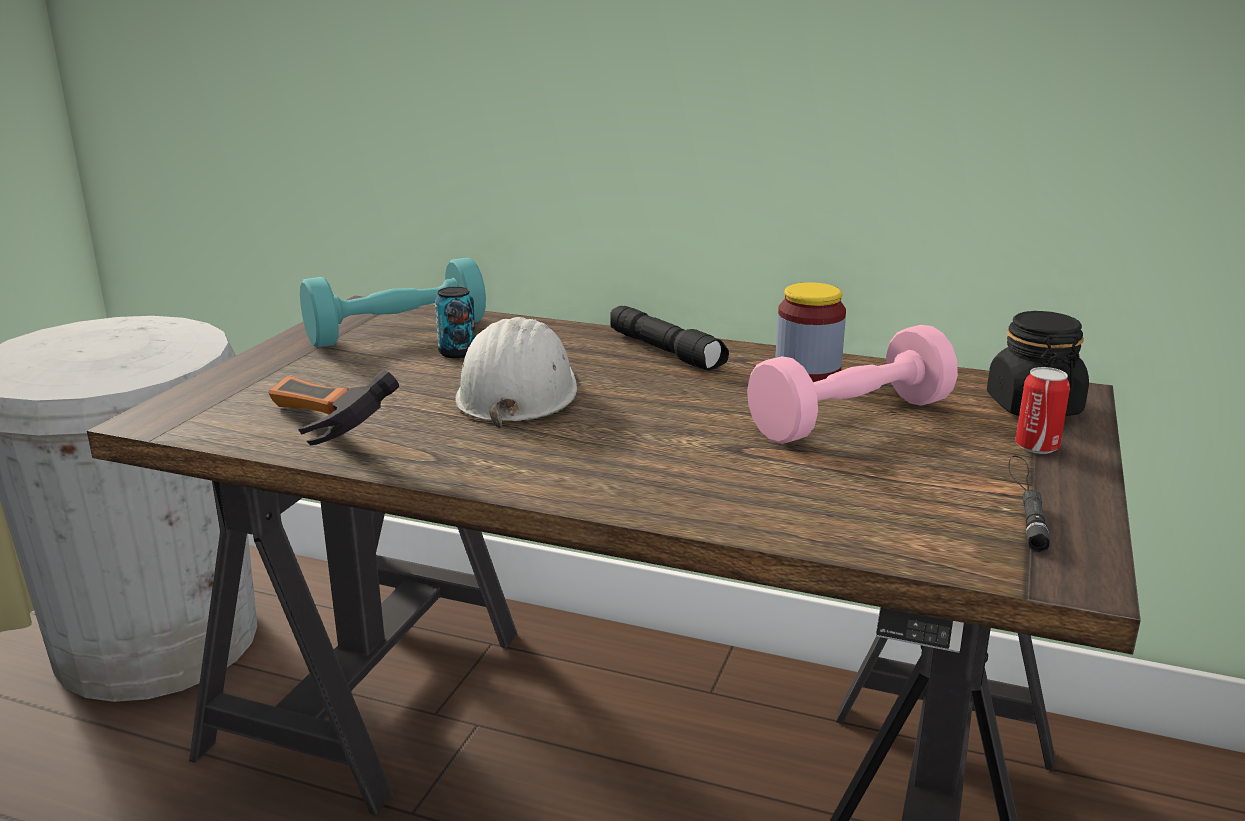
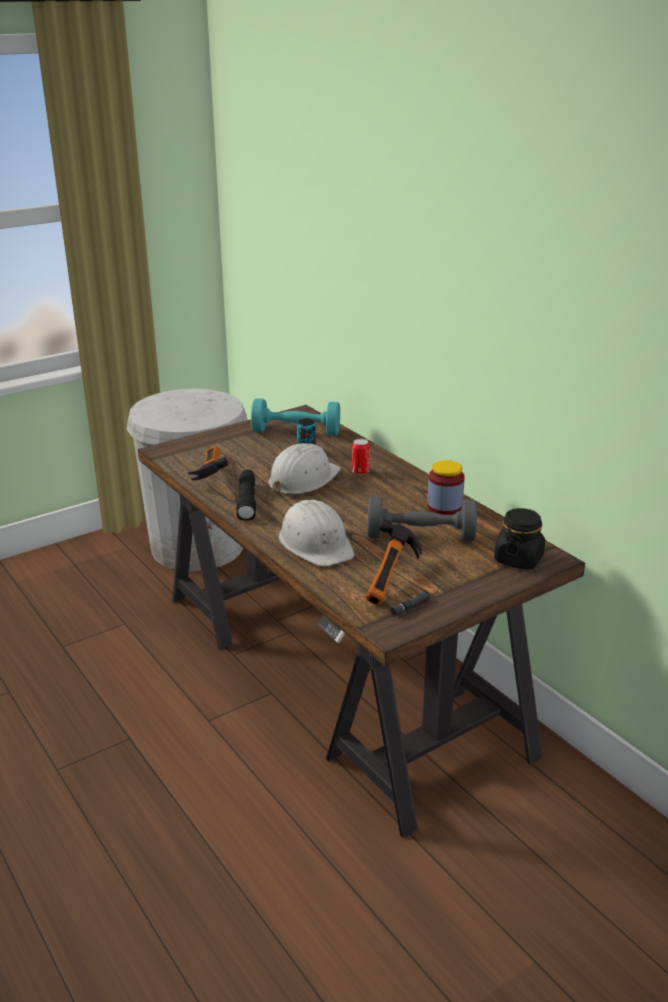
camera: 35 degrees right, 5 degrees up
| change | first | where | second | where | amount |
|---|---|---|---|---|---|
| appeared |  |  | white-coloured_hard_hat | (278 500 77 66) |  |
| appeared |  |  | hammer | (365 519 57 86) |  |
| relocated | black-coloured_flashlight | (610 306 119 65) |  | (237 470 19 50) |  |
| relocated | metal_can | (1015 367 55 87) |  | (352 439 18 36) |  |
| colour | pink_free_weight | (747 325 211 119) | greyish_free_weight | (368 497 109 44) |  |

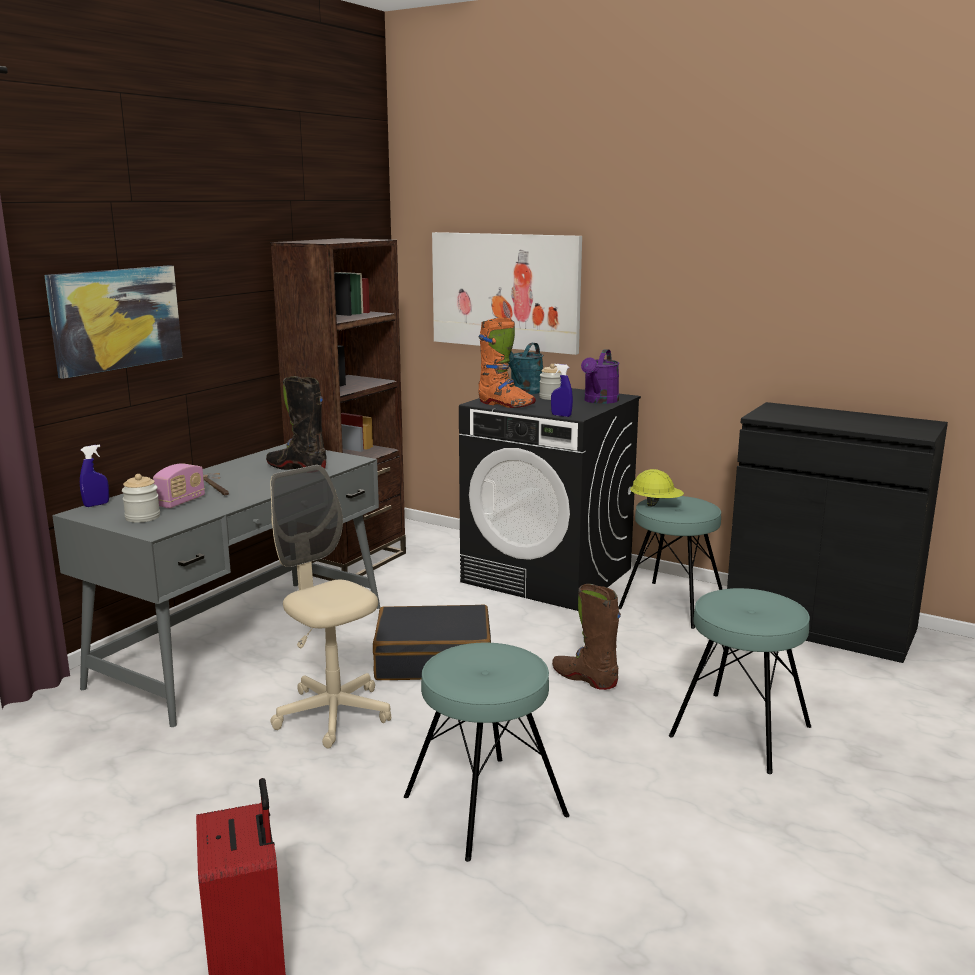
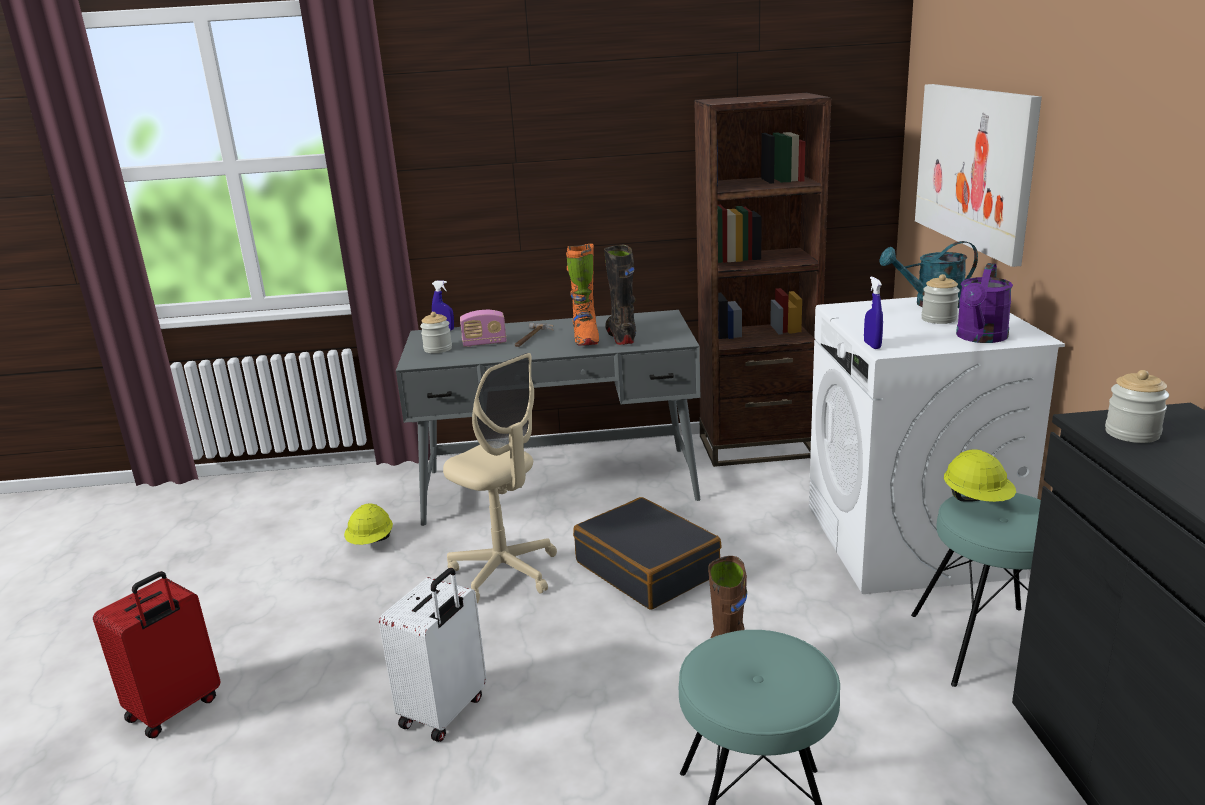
camera: 55 degrees right, 5 degrees up
| change | first | where | second | where | amount |
|---|---|---|---|---|---|
| missing | picture | (44 265 139 114) |  |  |  |
| appeared |  |  | yellow_hard_hat | (344 504 49 41) |  |
| appeared |  |  | preserve_jar | (1105 370 64 73) |  |
| relocated | orangey_tall_boot | (478 318 58 90) |  | (566 243 33 103) |  |
| exchanged | blue-green_stool_seat | (404 643 165 219) | white-coloured_travel_case | (379 568 108 174) |  |
| colour | black-coloured_washing_machine | (459 388 182 223) | white-coloured_washing_machine | (809 297 256 297) |  |
| spun | beige_office_chair | (270 465 121 284) |  | (443 353 114 250) | 120 degrees clockwise |
| spun | purplish_watering_can | (581 349 39 55) |  | (956 263 57 80) | 45 degrees counterclockwise |

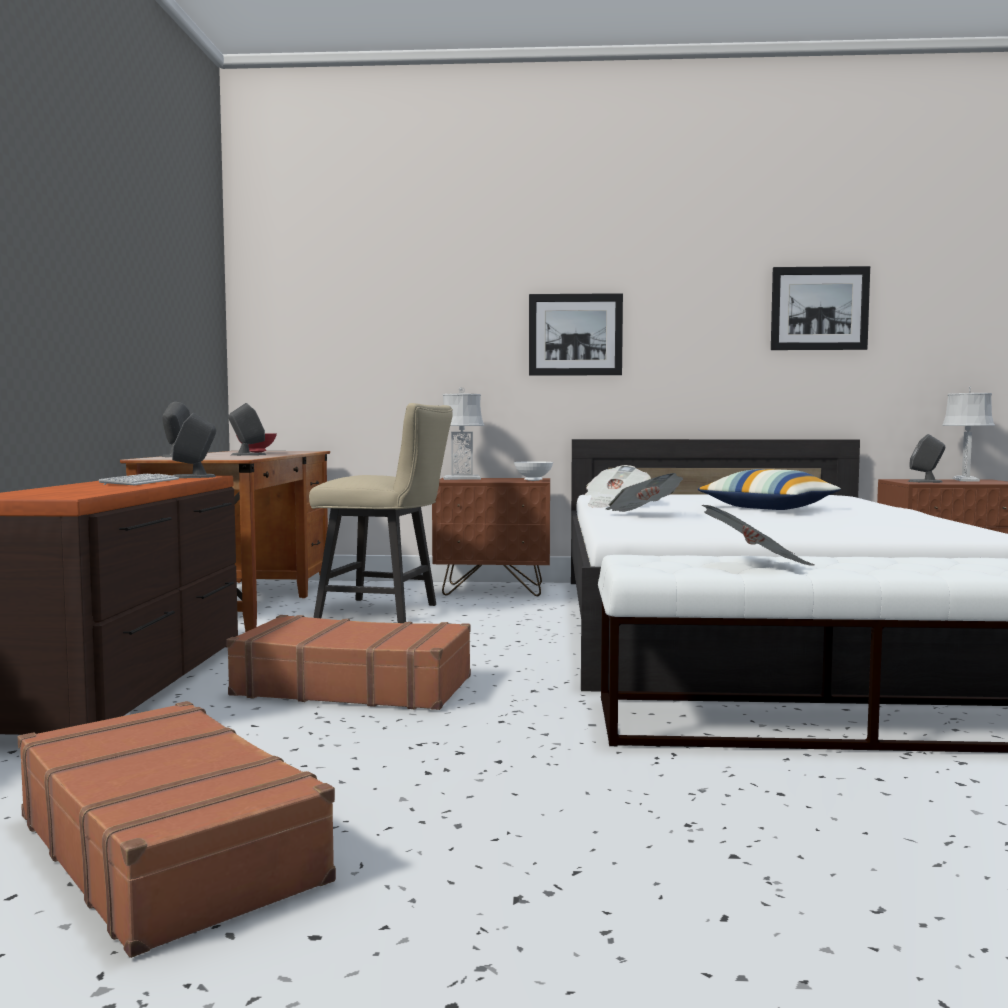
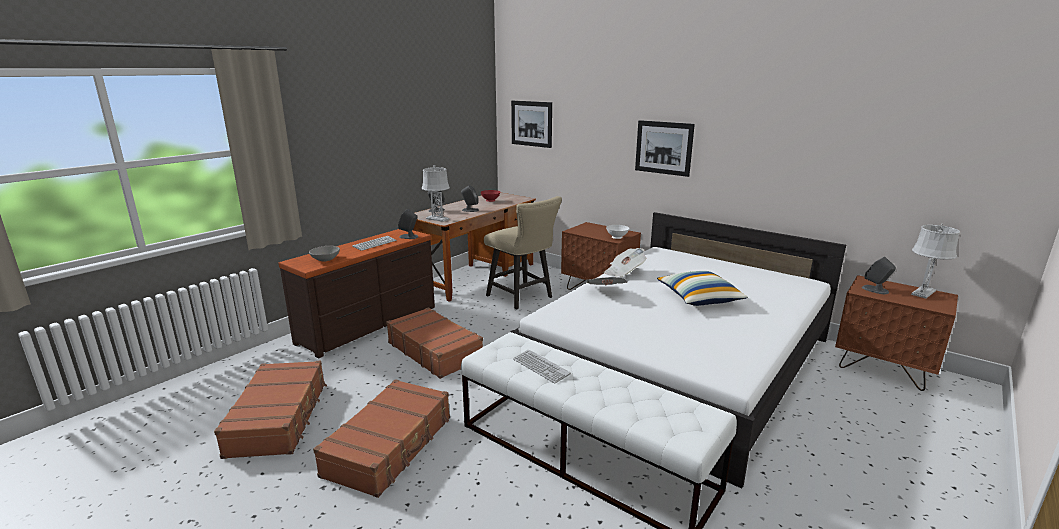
camera: 35 degrees right, 15 degrees up
| change | first | where | second | where | amount |
|---|---|---|---|---|---|
| appeared |  |  | greyish_serving_bowl | (309 246 31 15) |  |
| appeared |  |  | brown_travel_case | (313 379 137 119) |  |
| relocated | greyish_table_lamp | (443 388 42 92) |  | (422 165 28 57) |  |
| relocated | picture | (771 266 99 84) |  | (511 101 41 47) |  |
| exchanged | printed_paper | (701 505 114 61) | keyboard | (513 350 58 33) |  |

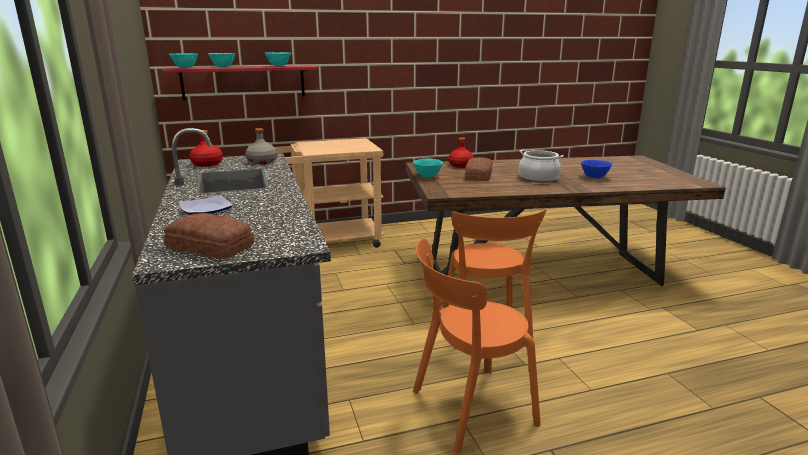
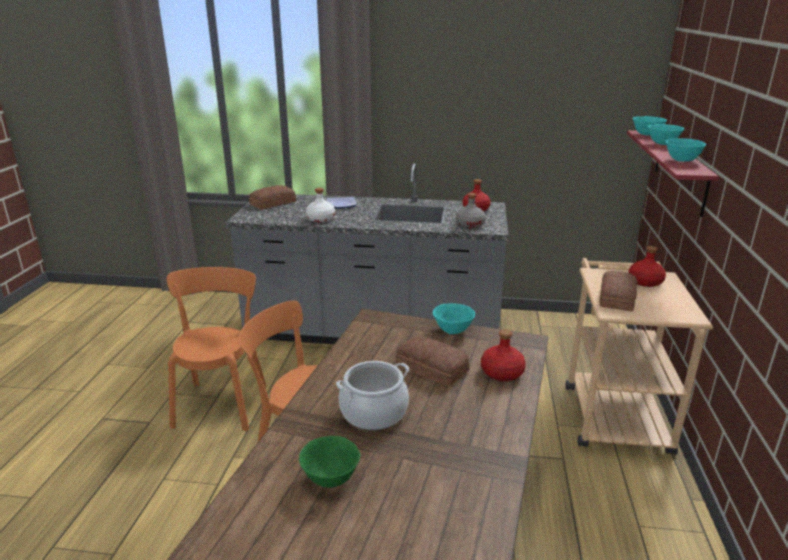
camera: 115 degrees right, 5 degrees up
| change | first | where | second | where | amount |
|---|---|---|---|---|---|
| appeared |  |  | white-coloured_beverage_bottle | (306 188 29 34) |  |
| appeared |  |  | baked_bread | (599 271 38 40) |  |
| appeared |  |  | reddish_beverage_bottle | (628 246 38 41) |  |
| colour | blue-coloured_serving_bowl | (581 160 31 18) | green_serving_bowl | (299 436 61 52) |  |

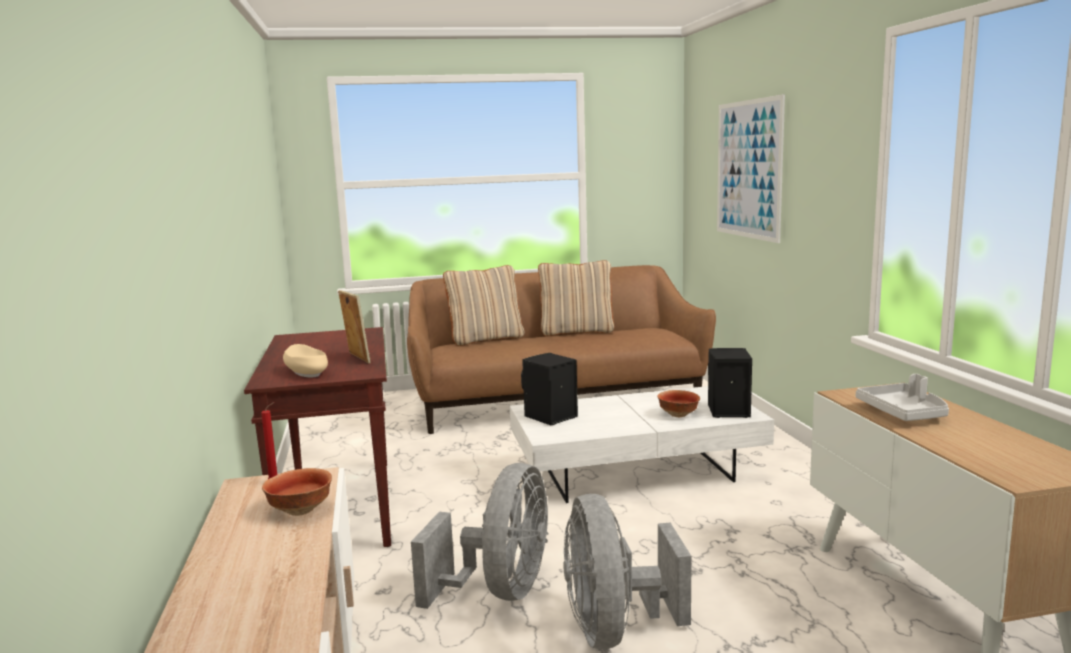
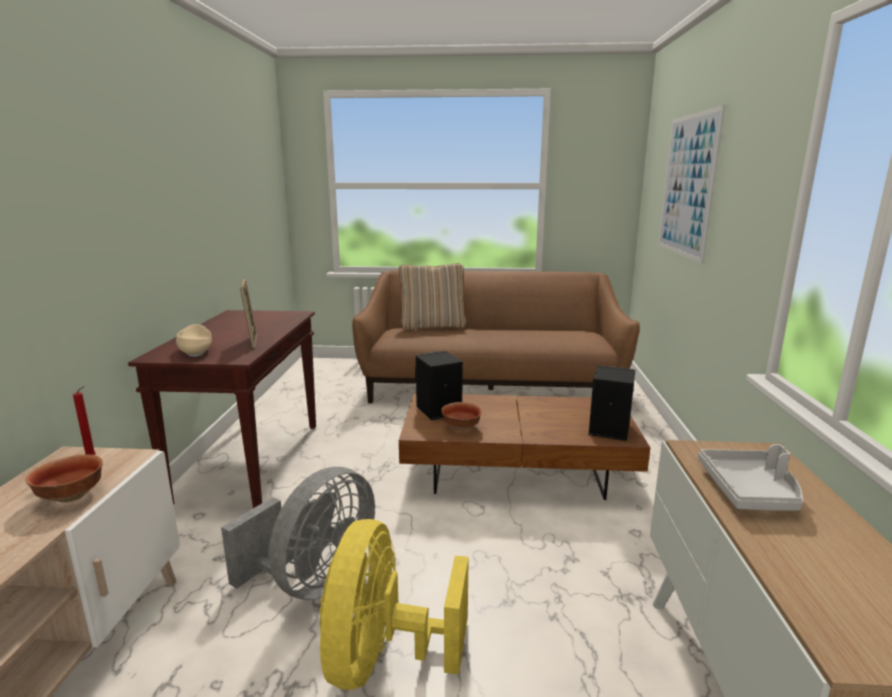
camera: 15 degrees right, 5 degrees up
| change | first | where | second | where | amount |
|---|---|---|---|---|---|
| missing | beige_throw_pillow | (538 260 76 76) |  |  |  |
| relocated | serving_bowl | (657 390 43 27) |  | (441 402 41 29) |  |
| colour | white-coloured_coffee_table | (510 386 264 117) | brown_coffee_table | (399 393 251 107) |  |
| colour | greyish_fan | (563 494 129 155) | yellow_fan | (319 519 150 171) |  |

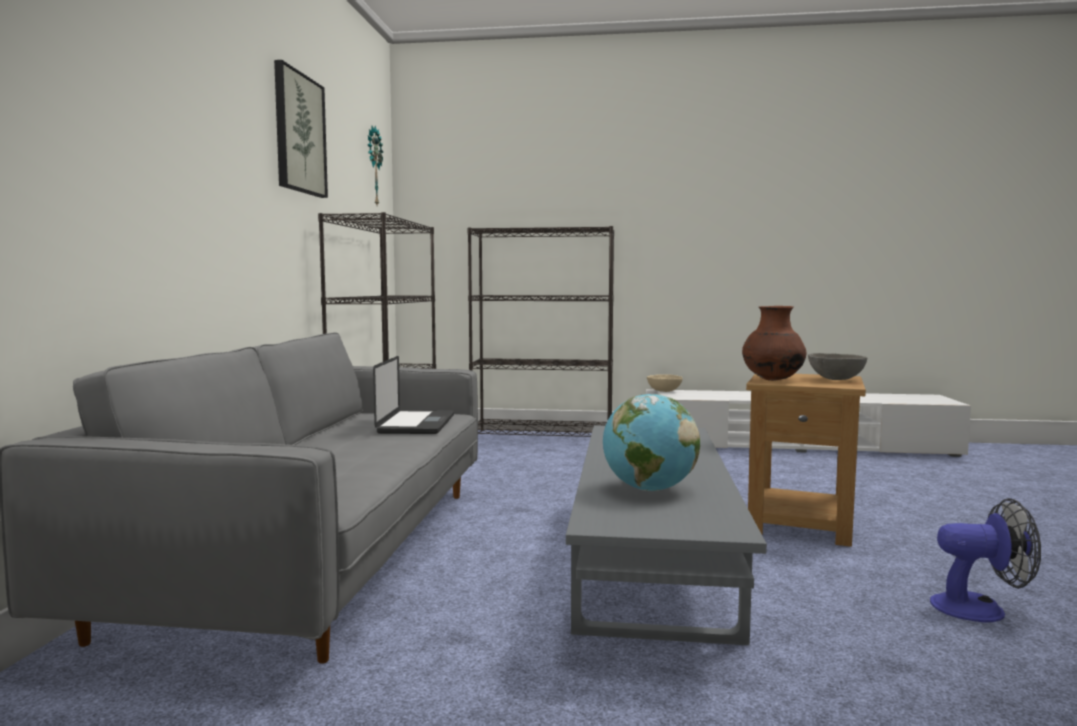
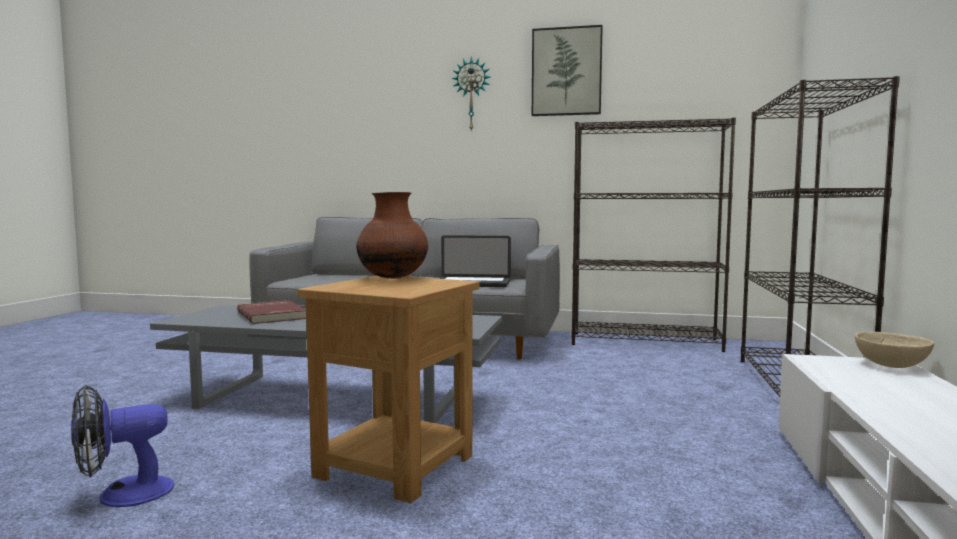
camera: 95 degrees right, 0 degrees up
| change | first | where | second | where | amount |
|---|---|---|---|---|---|
| missing | greyish_serving_bowl | (808 353 59 27) |  |  |  |
| relocated | hanging_clock | (368 126 15 79) |  | (451 56 39 75) |  |
| exchanged | world_globe | (603 394 97 97) | reddish_volume | (237 301 69 23) |  |
| spun | fan | (930 498 111 124) |  | (71 385 103 122) | 45 degrees clockwise |

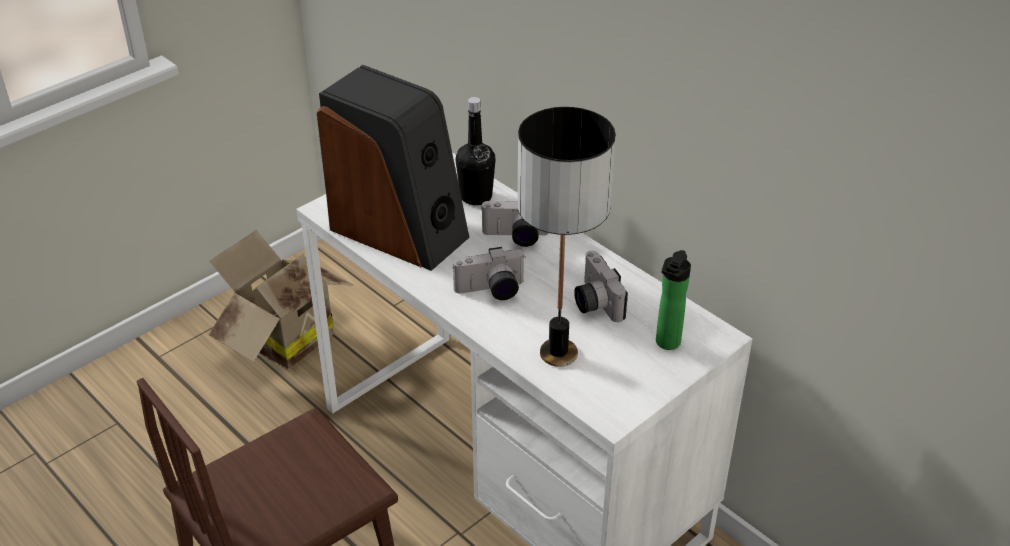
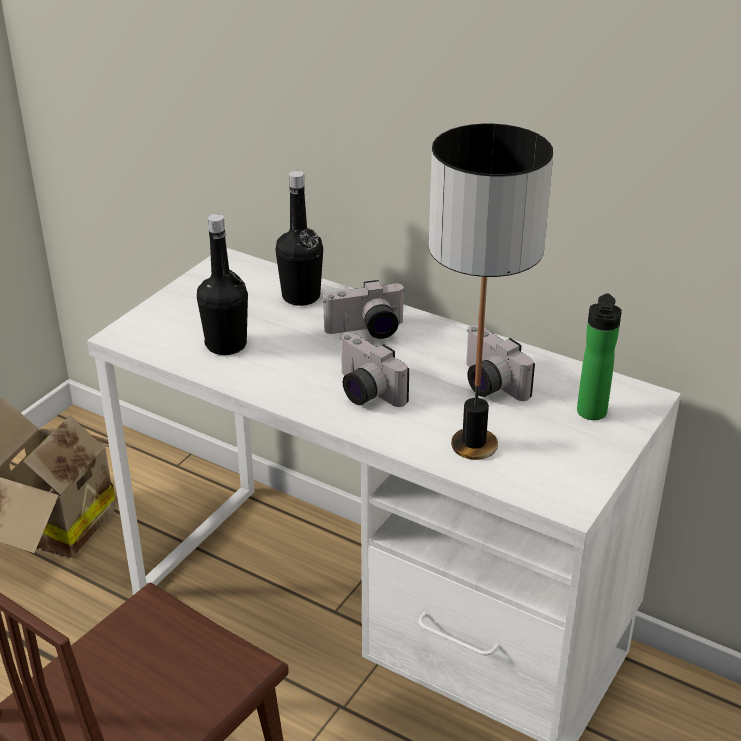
camera: 15 degrees left, 5 degrees down
| change | first | where | second | where | amount |
|---|---|---|---|---|---|
| exchanged | audio_speaker | (317 65 153 206) | black-coloured_beverage_bottle | (197 214 51 141) |  |
| spun | photo_camera | (453 247 73 53) |  | (340 333 69 74) | 75 degrees clockwise |

